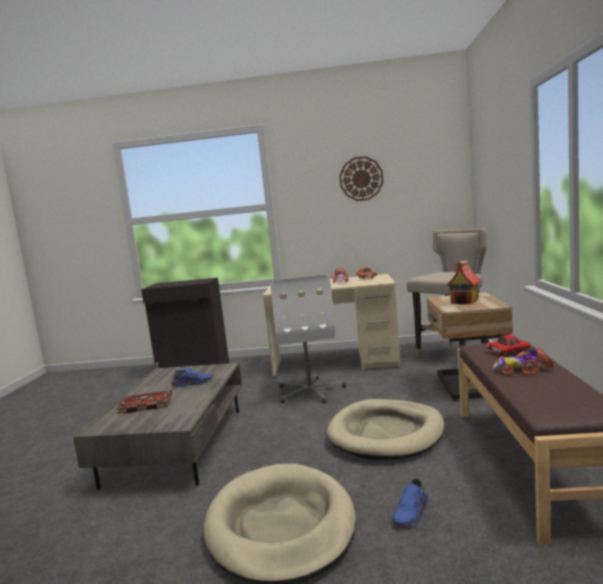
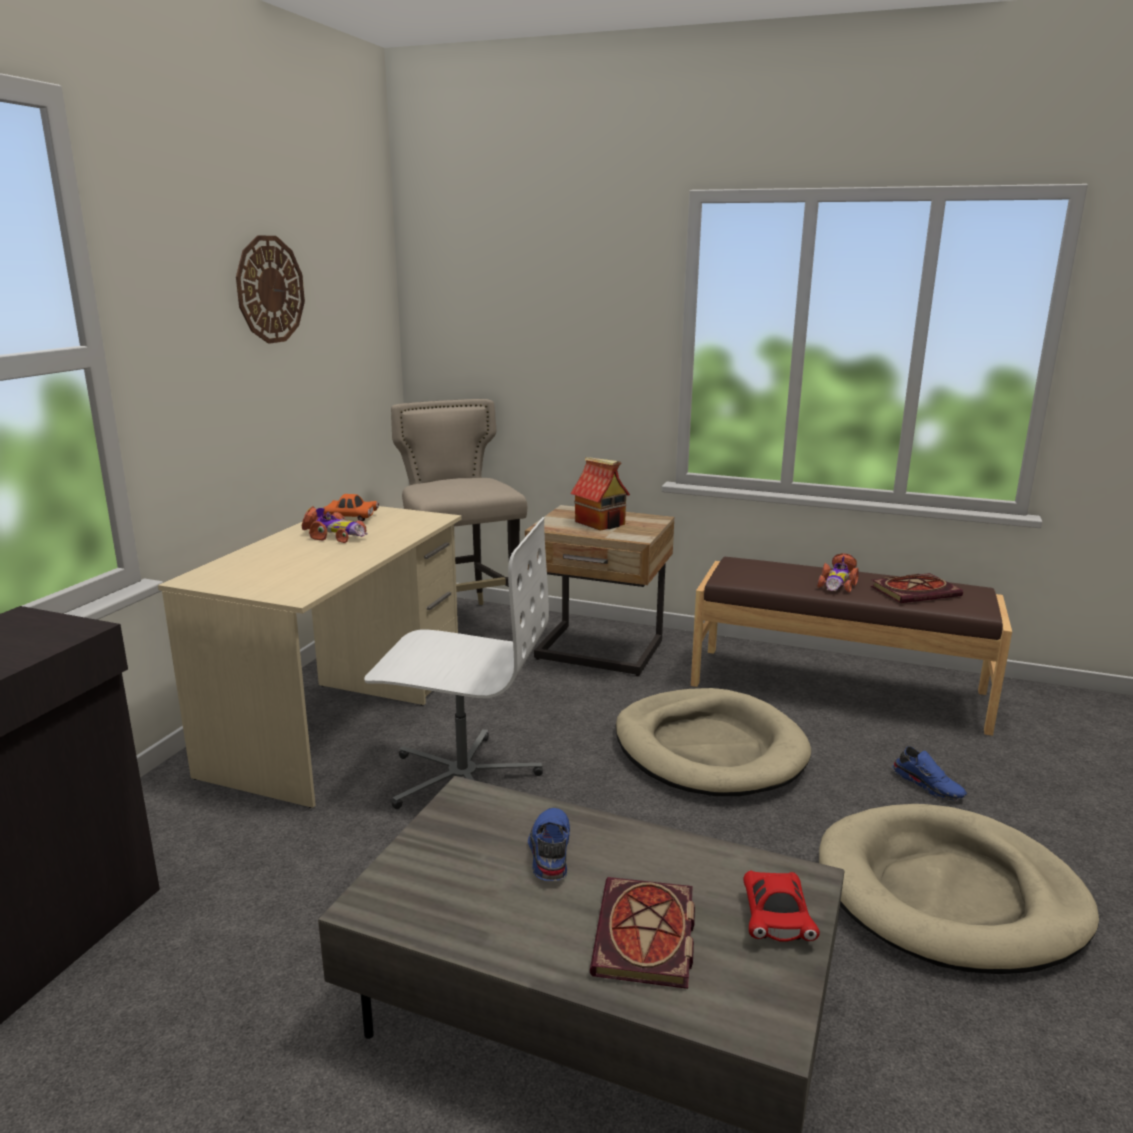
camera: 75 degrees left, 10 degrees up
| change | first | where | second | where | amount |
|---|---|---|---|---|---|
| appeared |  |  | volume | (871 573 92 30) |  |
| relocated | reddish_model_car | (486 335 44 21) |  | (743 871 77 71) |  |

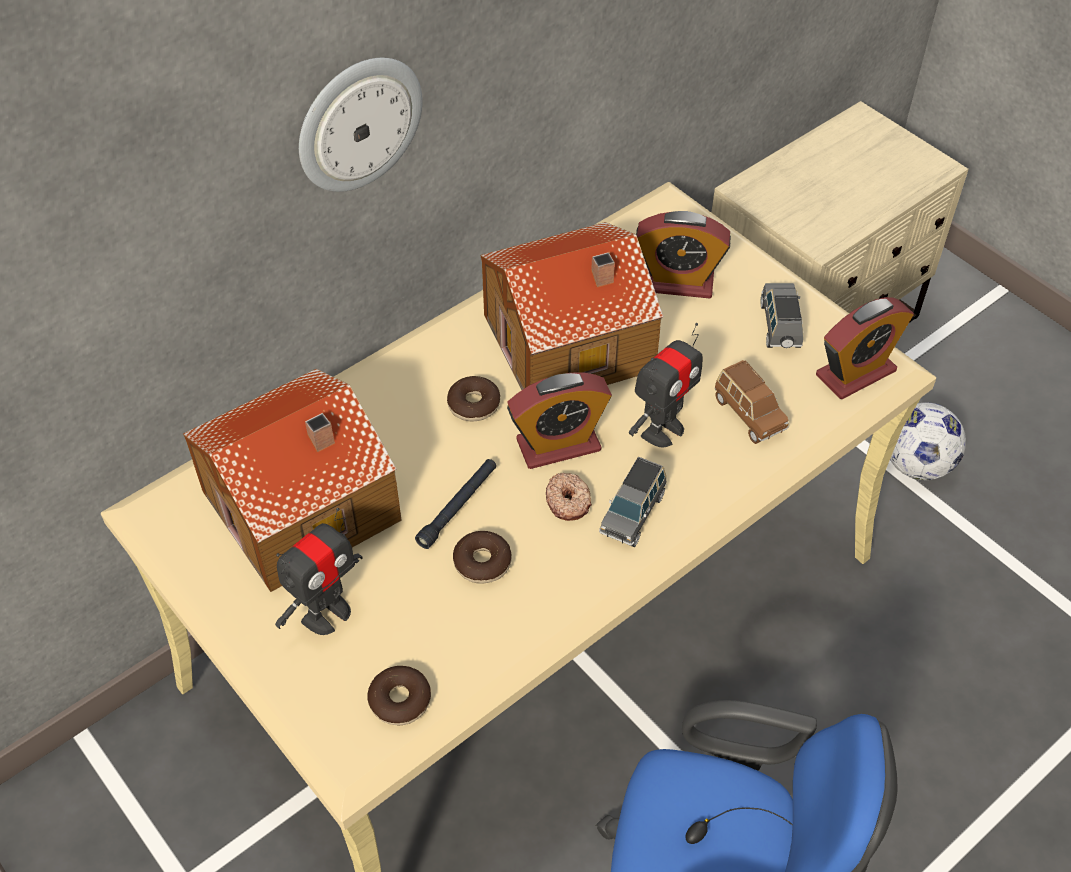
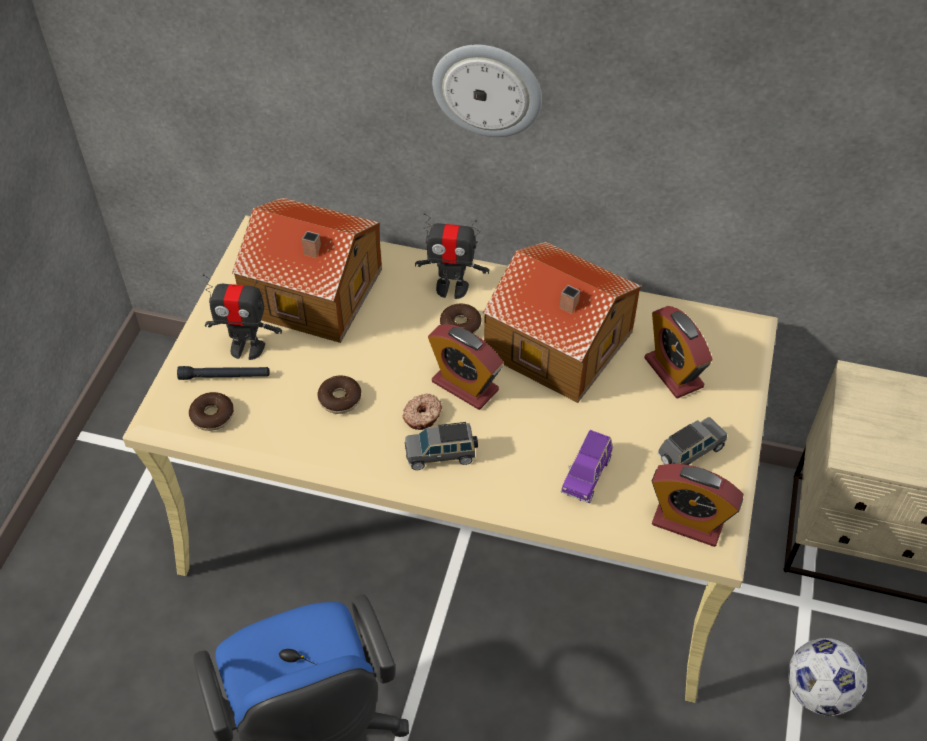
camera: 55 degrees right, 0 degrees up
| change | first | where | second | where | amount |
|---|---|---|---|---|---|
| relocated | black-coloured_flashlight | (415 459 81 90) |  | (177 366 93 14) |  |
| relocated | robot_figure | (629 323 74 124) |  | (415 213 74 86) |  |
| colour | brown_model_car | (715 360 73 84) | purplish_model_car | (561 430 51 73) |  |

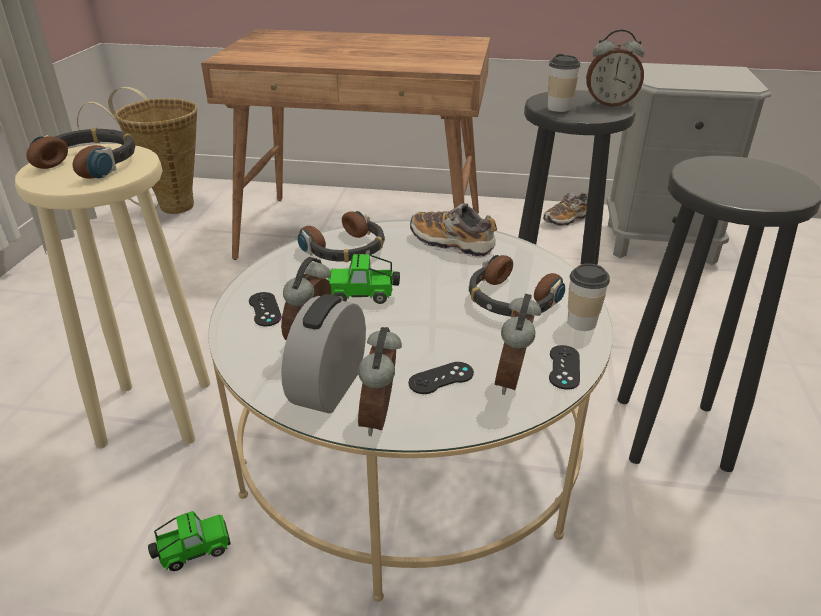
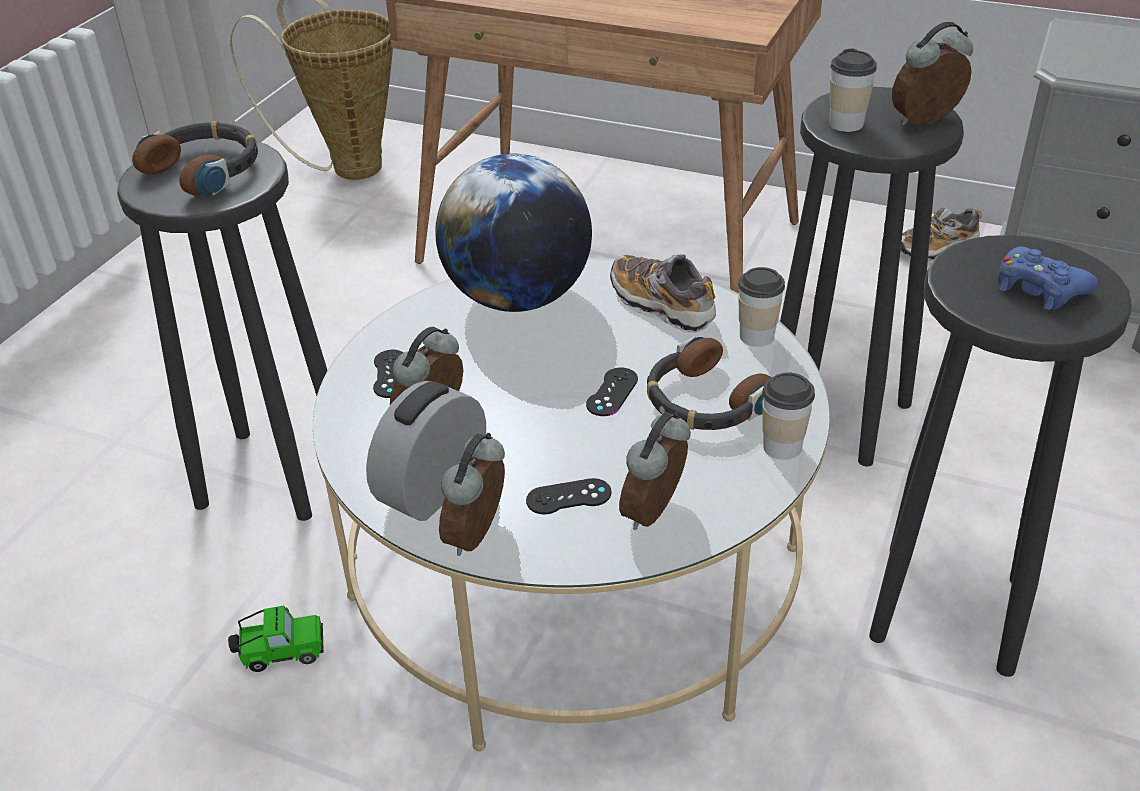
camera: 15 degrees right, 5 degrees up
| change | first | where | second | where | amount |
|---|---|---|---|---|---|
| missing | model_car | (328 254 72 50) |  |  |  |
| appeared |  |  | small_cup | (738 267 47 80) |  |
| appeared |  |  | blue-coloured_joypad | (998 246 100 64) |  |
| relocated | black-coloured_joypad | (549 345 31 45) |  | (586 368 52 48) |  |
| exchanged | pair_of_headphones | (298 211 87 51) | world_globe | (435 154 157 158) |  |
| colour | beige_stool_seat | (15 144 195 305) | black-coloured_stool_seat | (117 138 210 383) |  |
| spun | alarm_clock | (586 29 58 78) |  | (892 22 81 104) | 135 degrees clockwise |

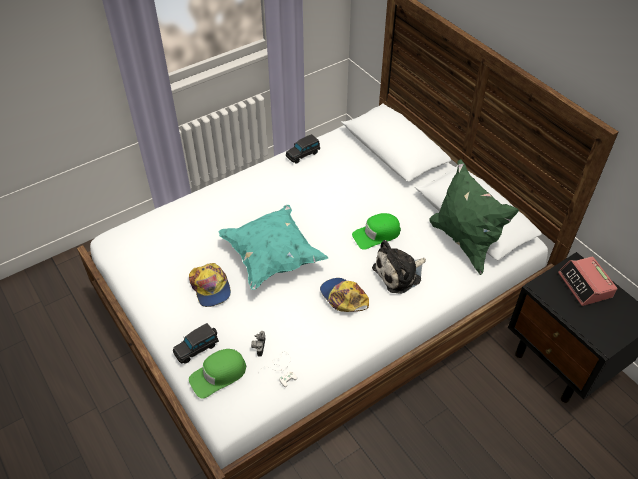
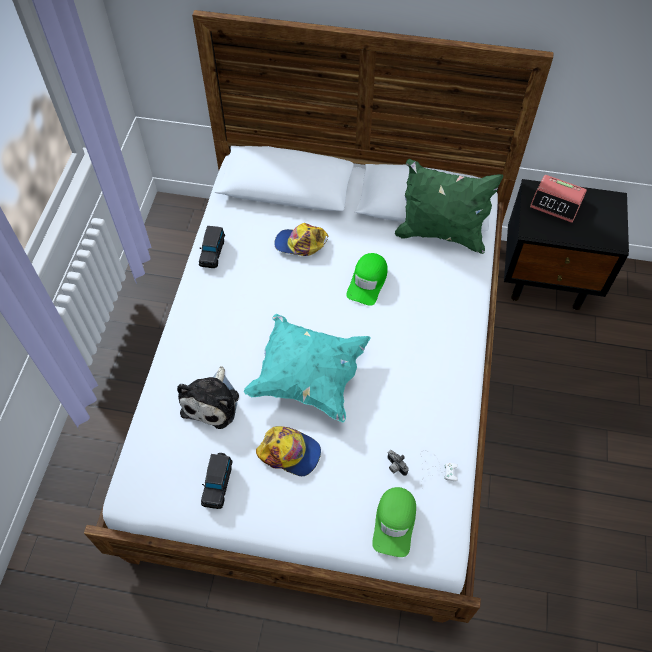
camera: 45 degrees left, 10 degrees up
| change | first | where | second | where | amount |
|---|---|---|---|---|---|
| relocated | black-coloured_model_car | (173 323 46 40) |  | (201 453 32 56) |  |
| relocated | cap | (320 278 49 34) |  | (274 223 54 33) |  |
| relocated | soft_toy | (372 240 54 54) |  | (177 366 62 63) |  |

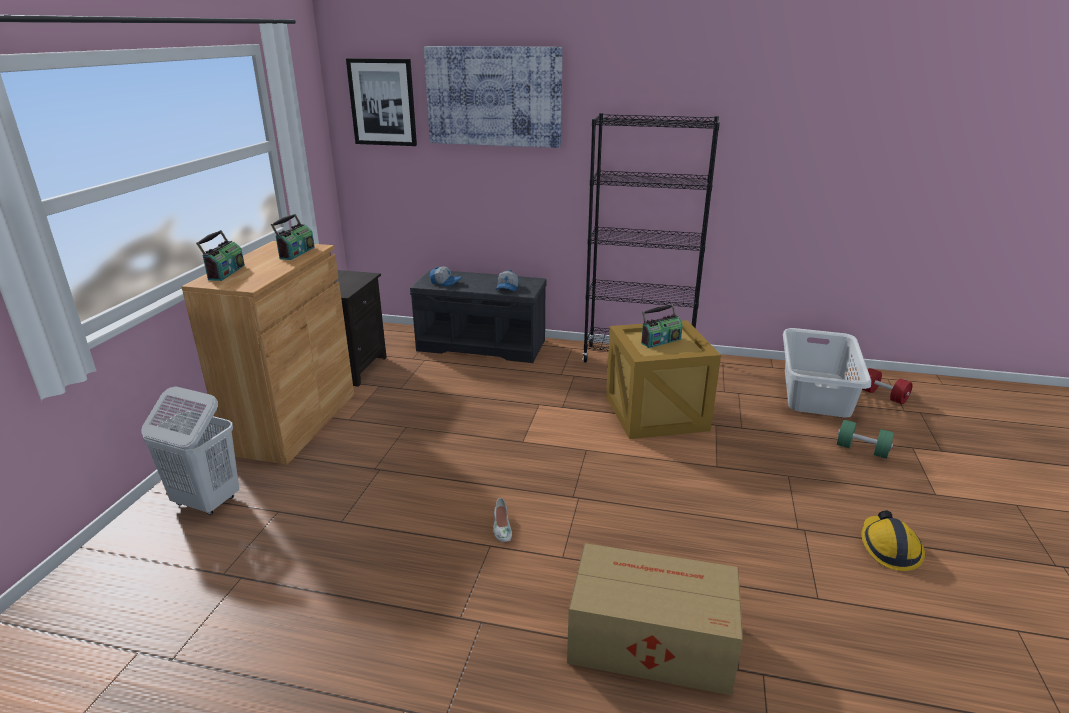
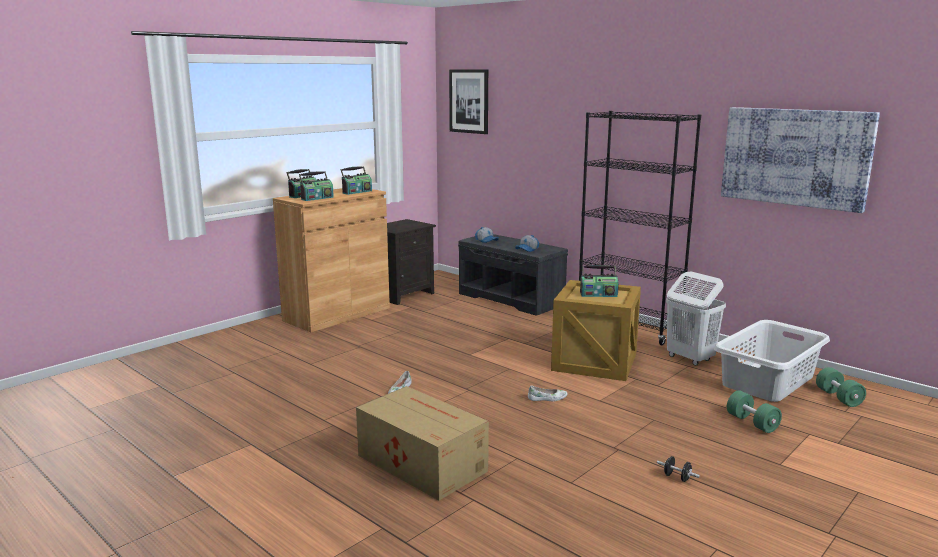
camera: 30 degrees right, 10 degrees down
| change | first | where | second | where | amount |
|---|---|---|---|---|---|
| appeared |  |  | radio_set | (299 171 35 30) |  |
| appeared |  |  | white-coloured_low_shoe | (528 385 39 16) |  |
| relocated | white-coloured_laundry_basket | (141 386 98 129) |  | (666 272 60 94) |  |
| relocated | picture | (424 46 138 102) |  | (721 107 159 106) |  |
| exchanged | hard_hat | (861 511 64 60) | black-coloured_free_weight | (657 456 43 26) |  |
| colour | reddish_free_weight | (862 368 51 36) | green_free_weight | (816 367 50 40) |  |

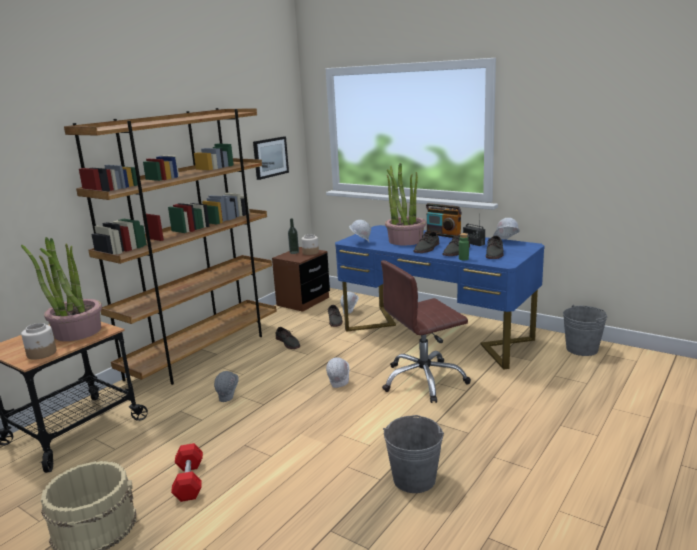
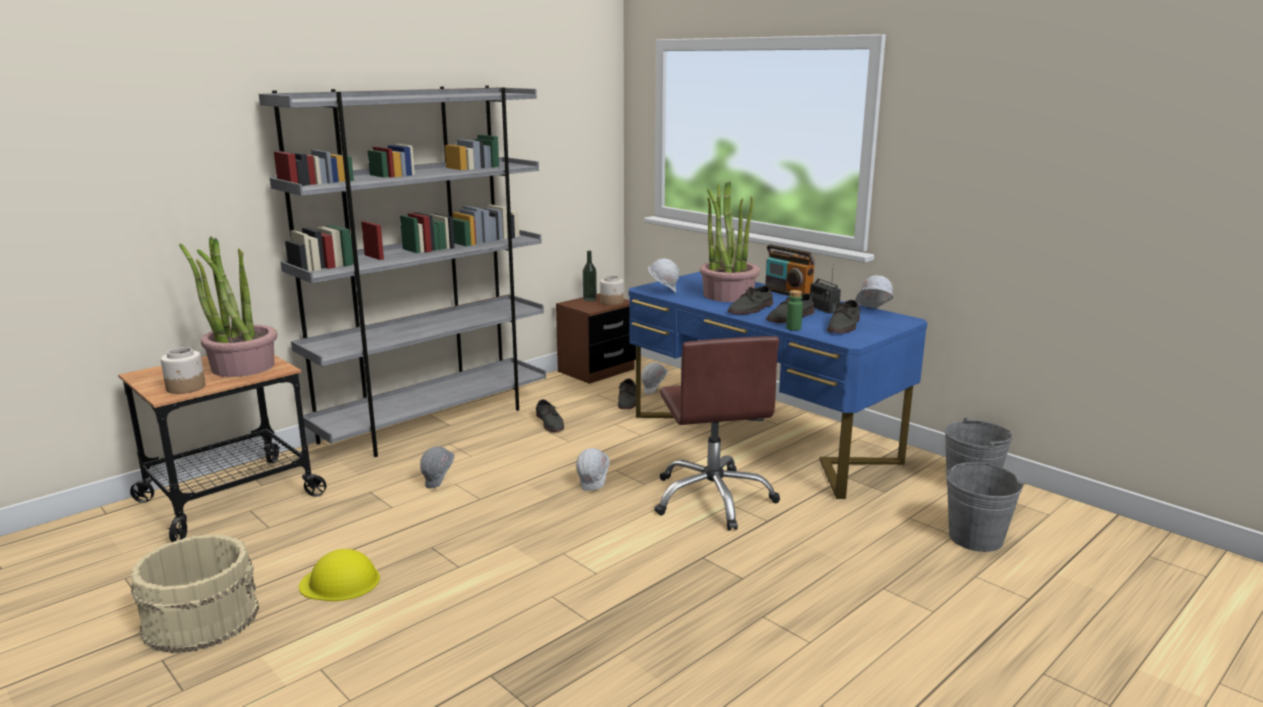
camera: 10 degrees right, 0 degrees up
| change | first | where | second | where | amount |
|---|---|---|---|---|---|
| missing | picture | (253 136 36 44) |  |  |  |
| relocated | greyish_pail | (383 415 61 78) |  | (946 462 78 90) |  |
| exchanged | reddish_free_weight | (171 443 32 59) | yellow_hard_hat | (299 549 81 52) |  |
| colour | brown_bookcase | (64 108 213 277) | greyish_bookcase | (259 86 287 371) |  |
| spun | brown_office_chair | (381 260 90 143) |  | (654 336 126 194) | 90 degrees counterclockwise |

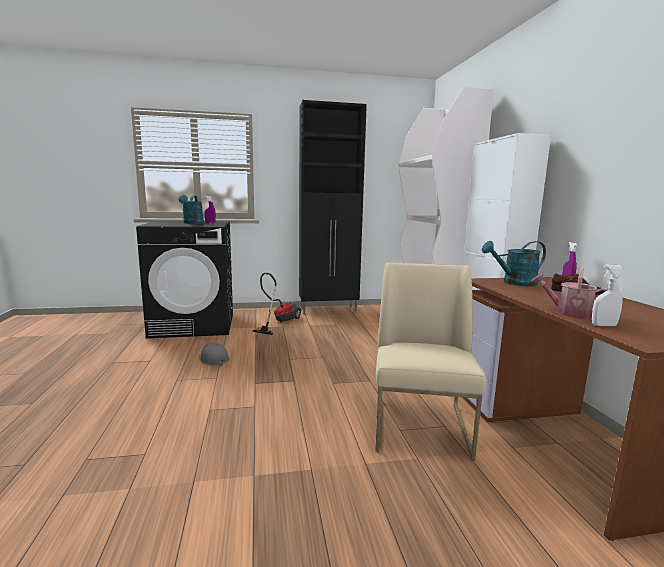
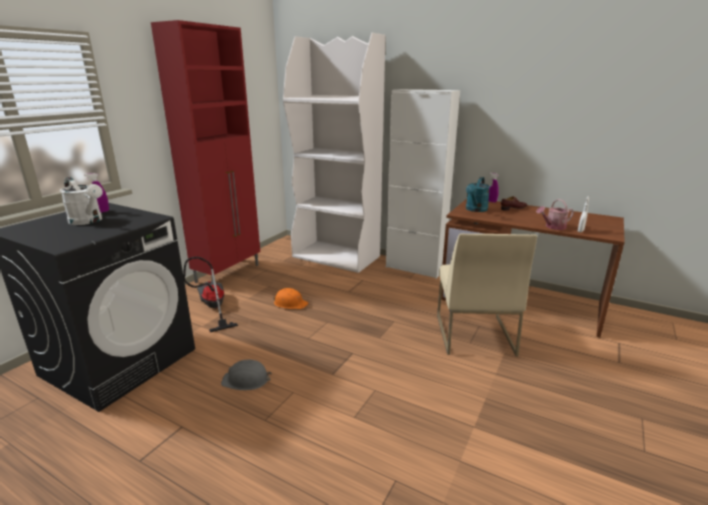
camera: 50 degrees left, 10 degrees up
| change | first | where | second | where | amount |
|---|---|---|---|---|---|
| appeared |  |  | orangey_hard_hat | (272 288 36 21) |  |
| colour | blue-green_watering_can | (178 195 26 29) | white-coloured_watering_can | (60 177 43 48) |  |
| colour | black-coloured_cabinet | (299 100 68 214) | reddish_cabinet | (151 20 109 263) |  |
| spun | beige_chair | (376 262 110 199) |  | (437 233 100 123) | 135 degrees counterclockwise |

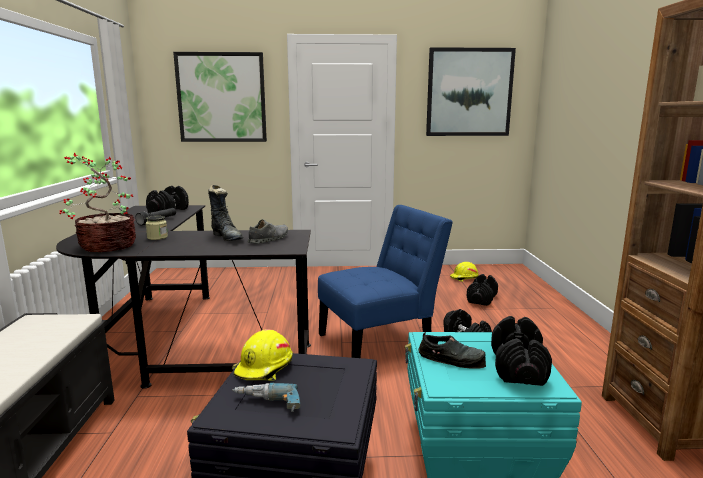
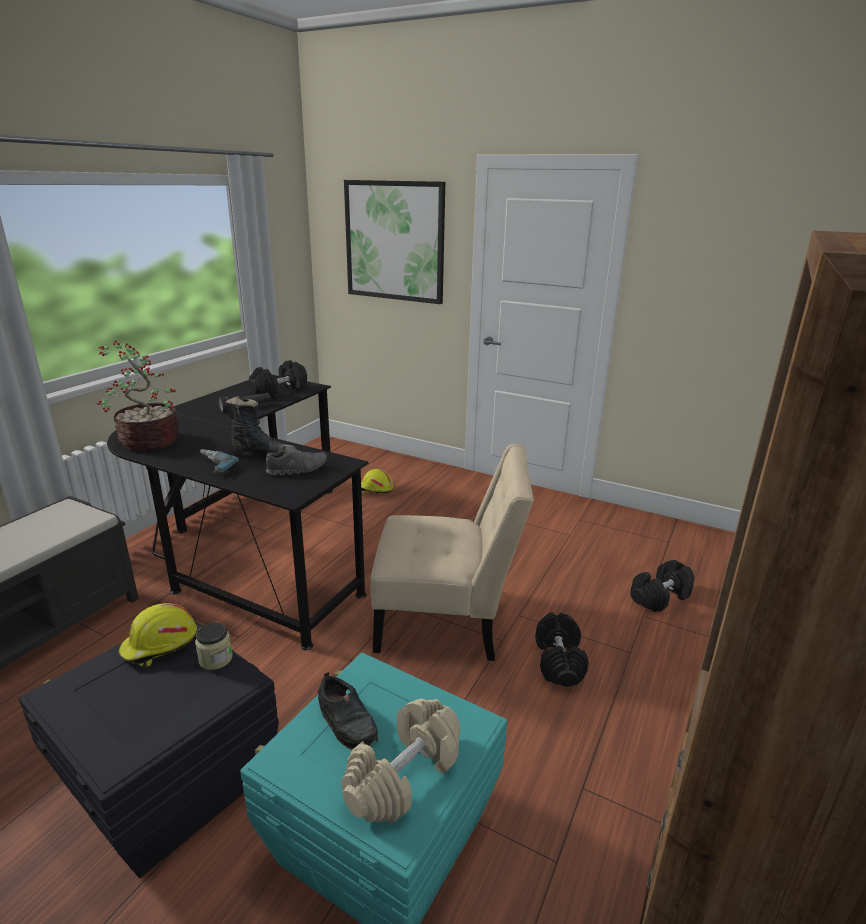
camera: 30 degrees right, 10 degrees up
| change | first | where | second | where | amount |
|---|---|---|---|---|---|
| missing | picture | (426 47 90 89) |  |  |  |
| relocated | preserve_jar | (145 216 23 24) |  | (195 623 38 47) |  |
| relocated | power_drill | (232 383 69 29) |  | (200 449 39 24) |  |
| relocated | yellow_hard_hat | (450 262 29 20) |  | (361 469 32 25) |  |
| colour | blue-coloured_chair | (318 205 135 153) | beige_chair | (370 444 164 217) |  |
| colour | black-coloured_free_weight | (491 316 61 70) | beige_free_weight | (341 699 119 125) |  |
| spun | black-coloured_tall_boot | (208 185 35 56) |  | (225 396 72 61) | 75 degrees counterclockwise |

